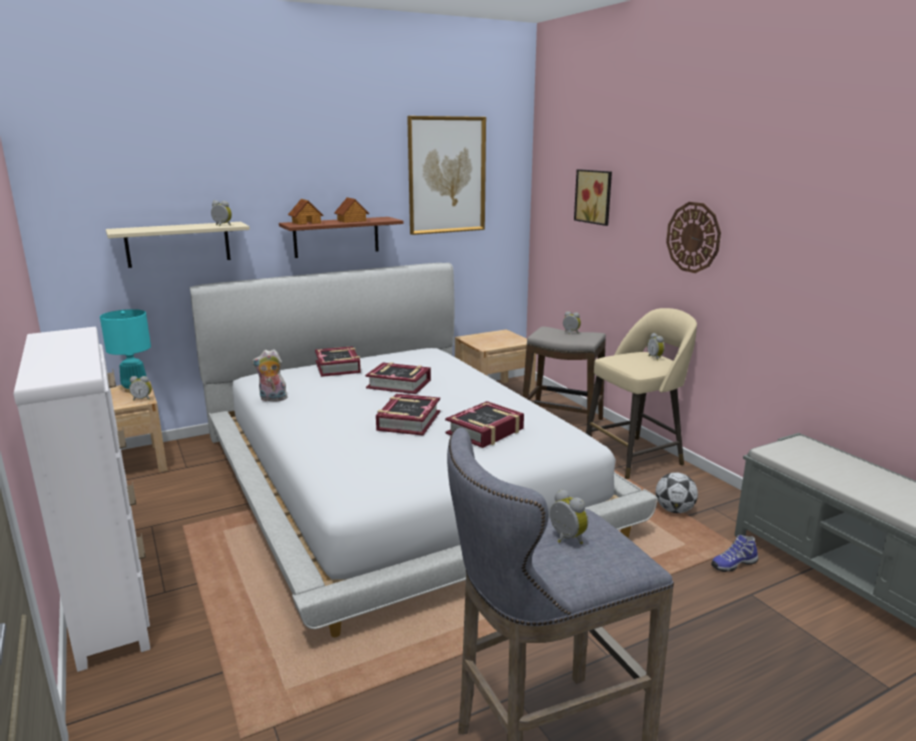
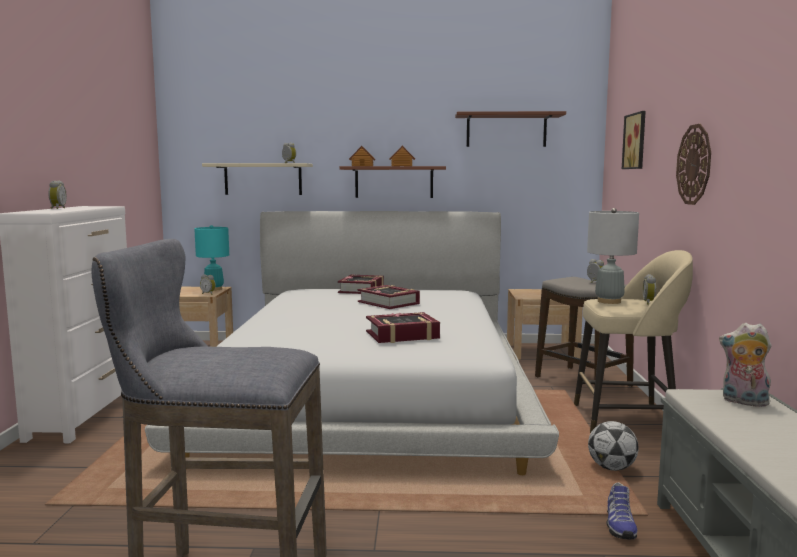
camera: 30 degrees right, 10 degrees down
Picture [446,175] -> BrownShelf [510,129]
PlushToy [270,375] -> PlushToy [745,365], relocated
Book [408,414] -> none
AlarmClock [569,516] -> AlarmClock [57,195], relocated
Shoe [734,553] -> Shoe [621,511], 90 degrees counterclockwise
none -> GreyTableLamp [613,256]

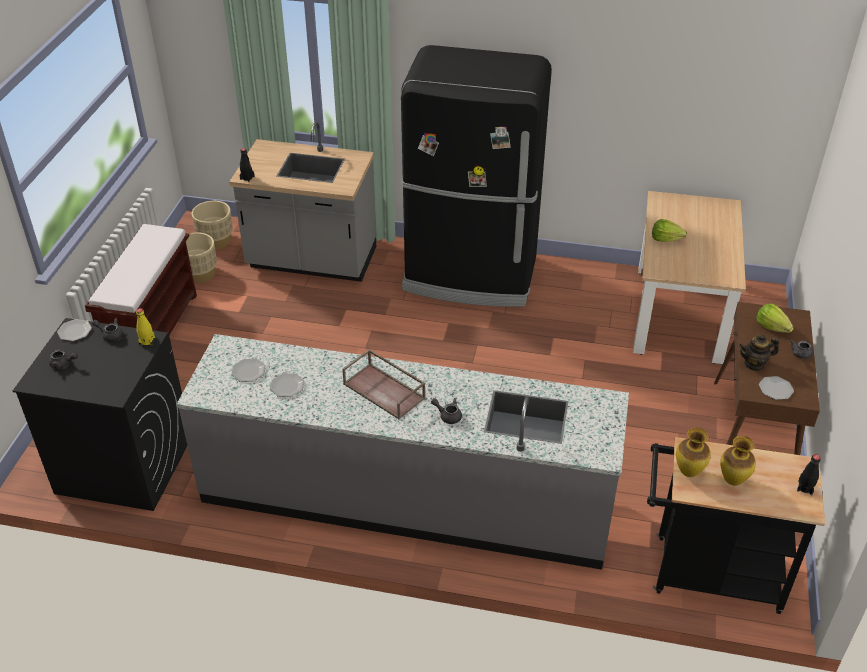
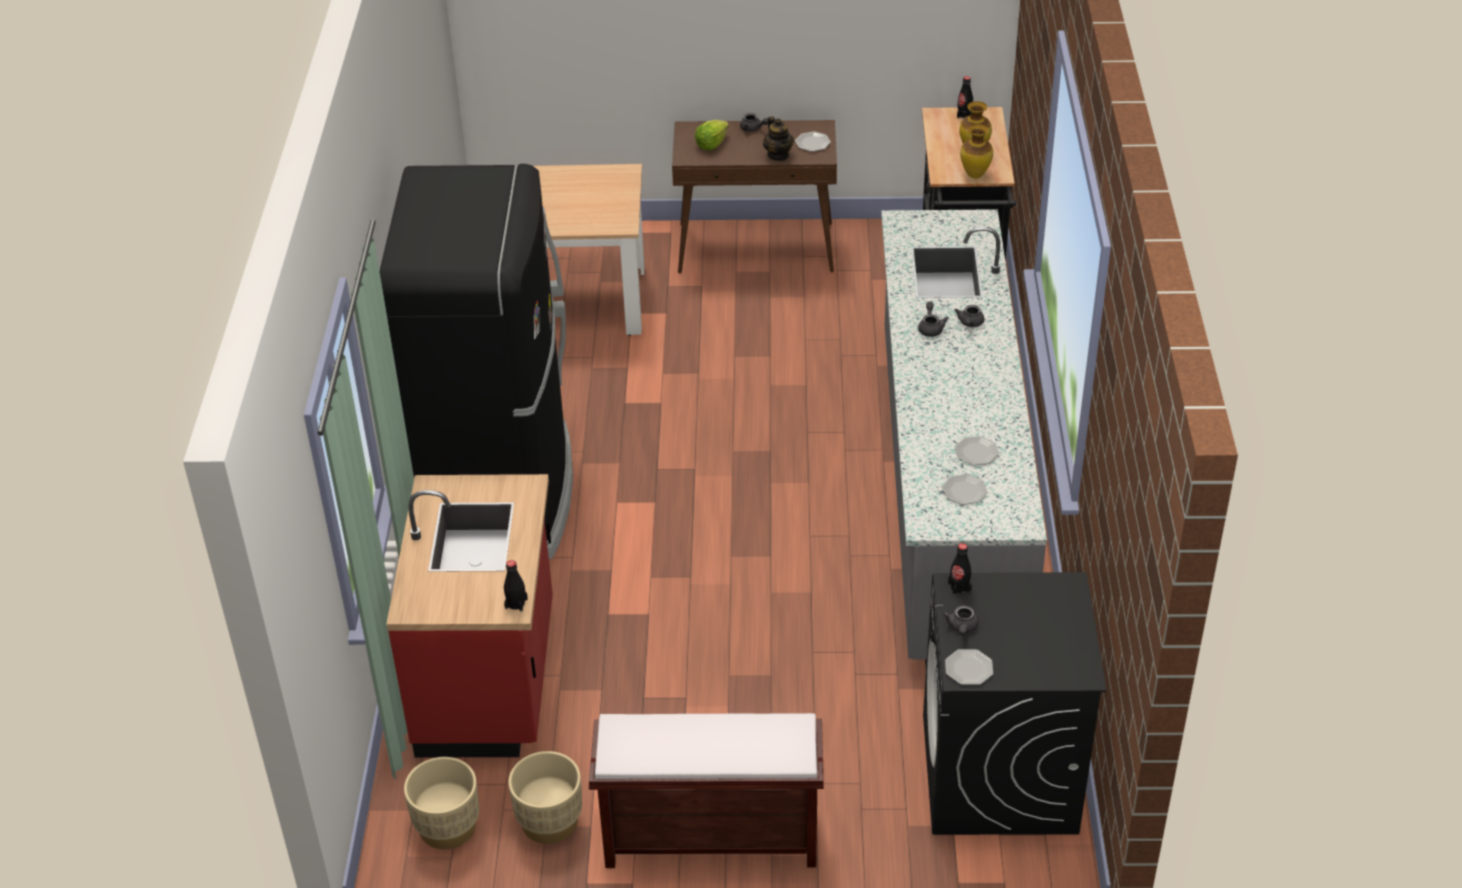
camera: 100 degrees left, 0 degrees up
GreyCounter [302,202] -> RedCounter [469,616]
Lettuce [669,230] -> none
YellowBottle [145,327] -> BlackBottle [959,569]
BrownTray [384,384] -> none
GreyTeapot [63,359] -> GreyTeapot [933,319], relocated

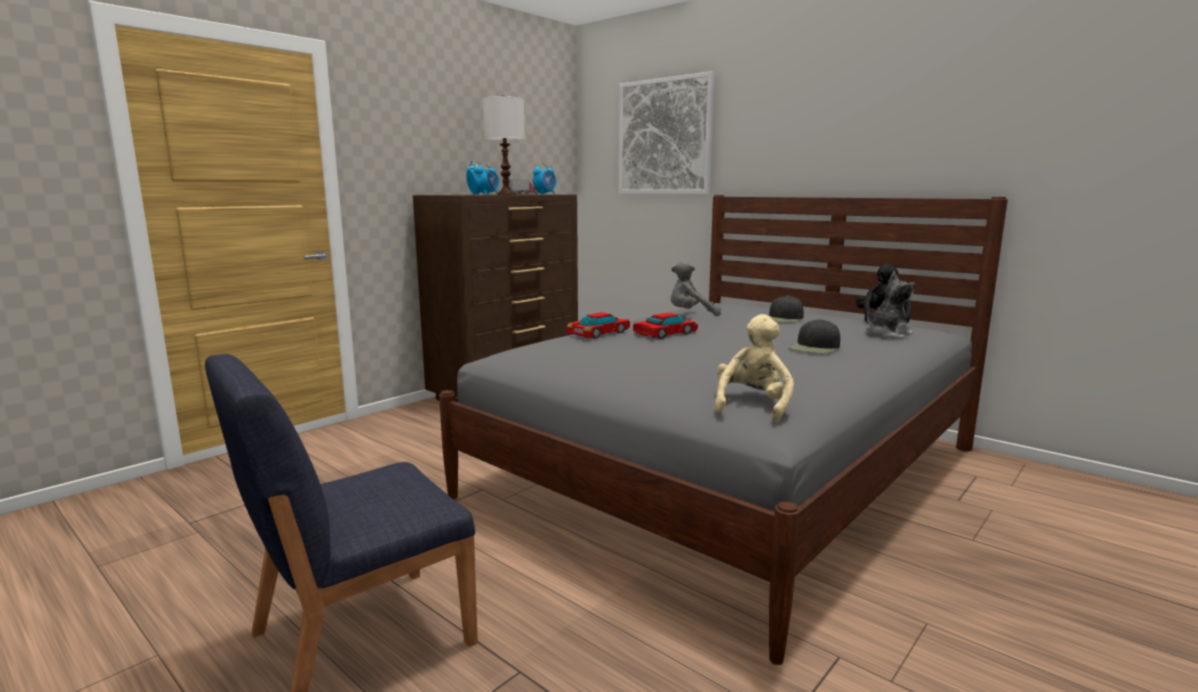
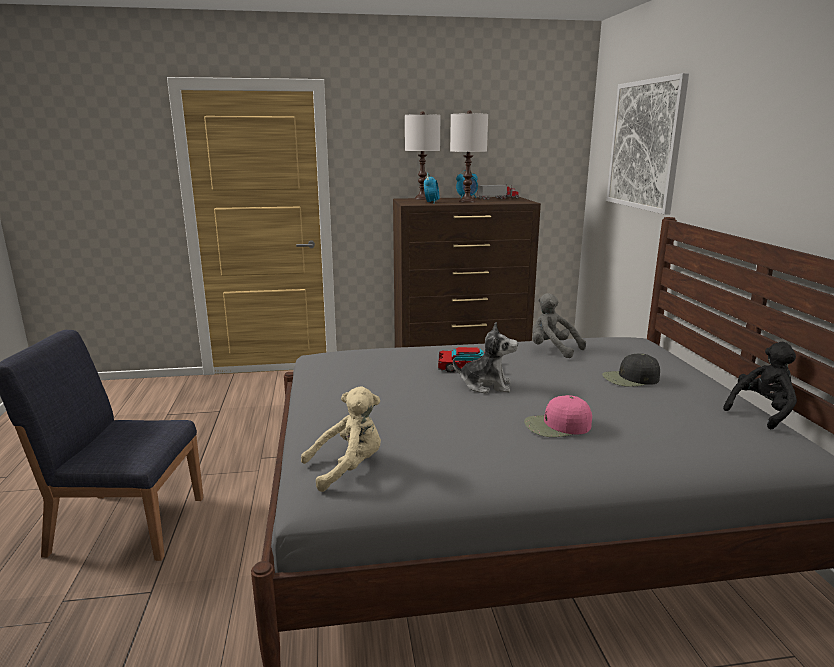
camera: 40 degrees right, 5 degrees up
AlarmClock [544,178] -> none
PlushToy [890,305] -> PlushToy [485,358], relocated
ToyCar [598,325] -> none
BlackCap [814,336] -> PinkCap [558,416]
none -> WhiteTableLamp [422,156]

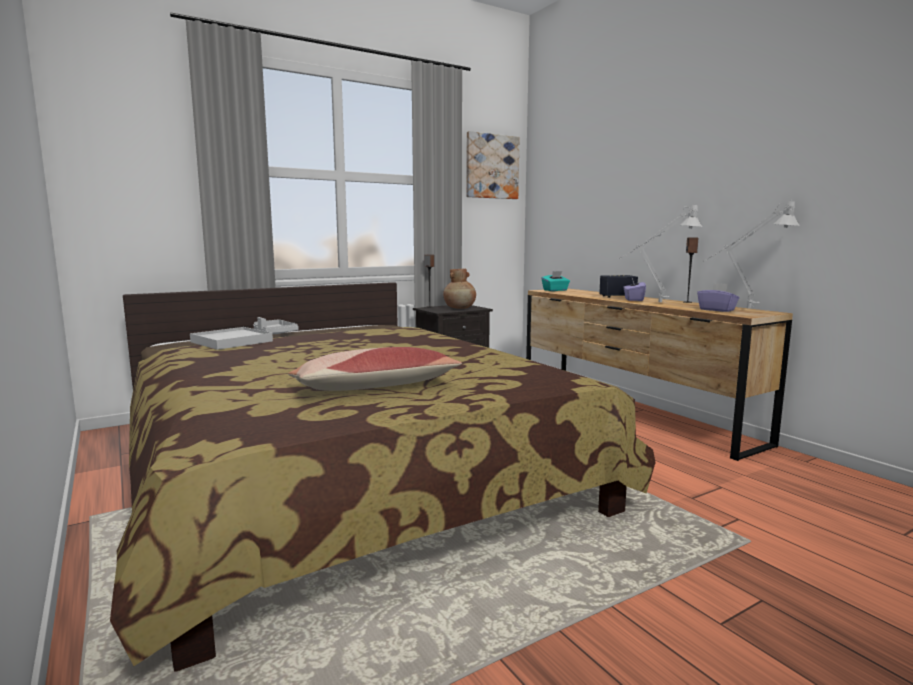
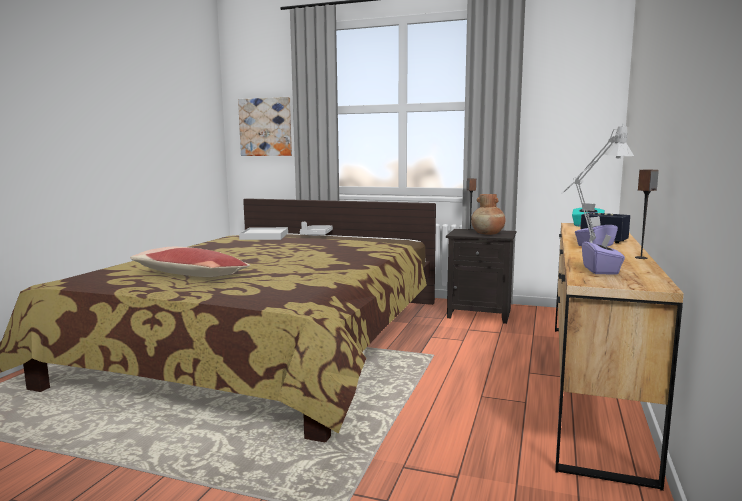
camera: 50 degrees right, 0 degrees up
Picture [493,165] -> Picture [265,126], relocated
GreyTableLamp [752,253] -> none

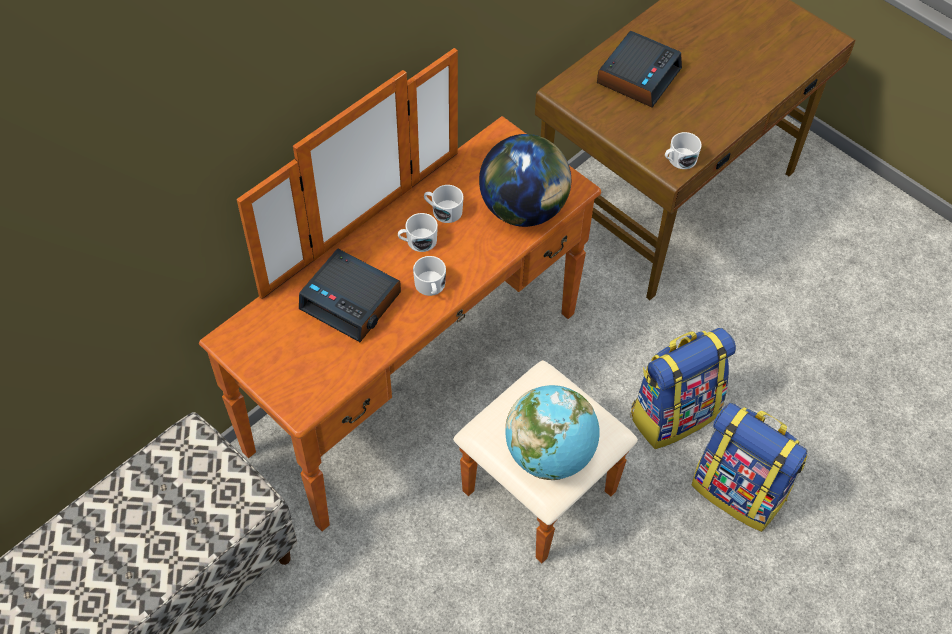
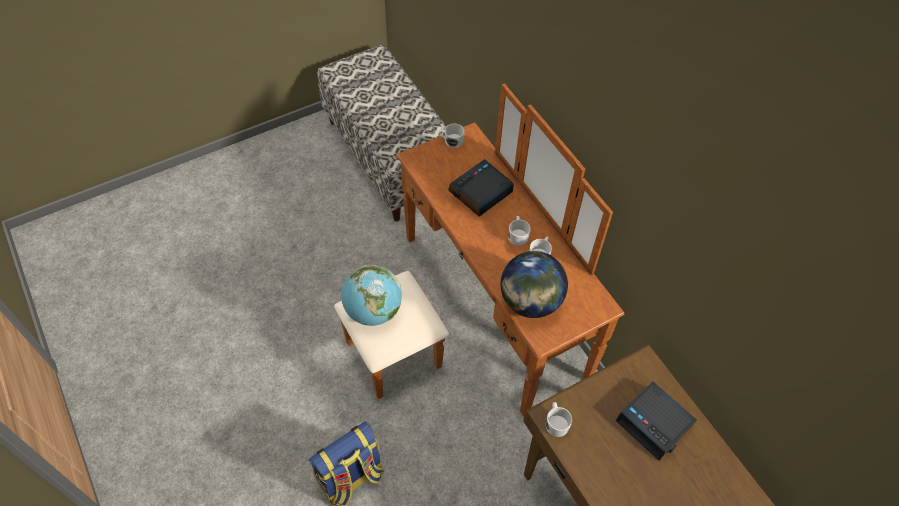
camera: 105 degrees right, 0 degrees up
WhiteMug [429,276] -> WhiteMug [452,136], relocated
Backpack [683,388] -> none

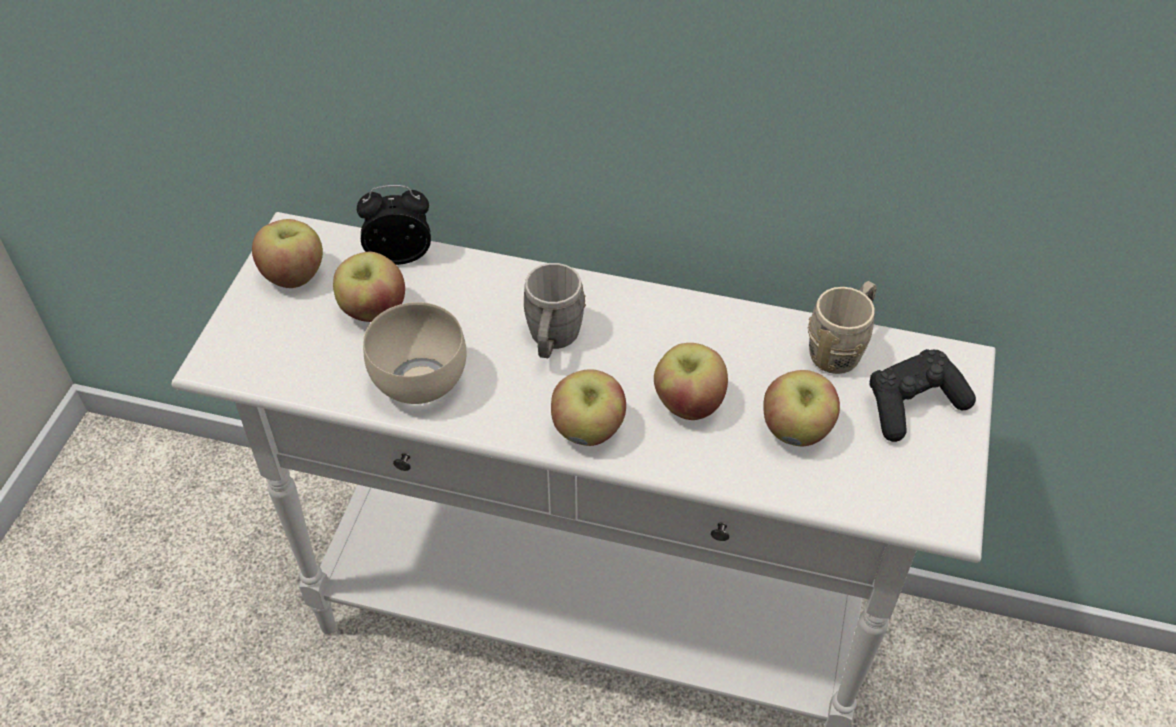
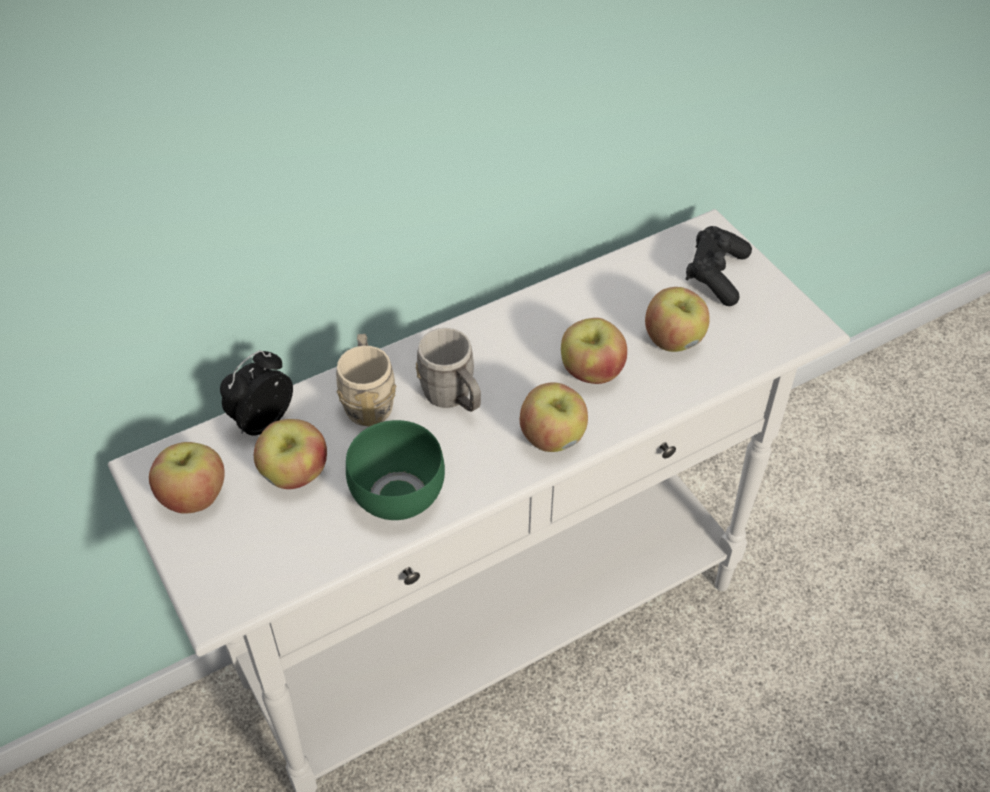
camera: 45 degrees left, 0 degrees up
BeigeMug [842,327] -> BeigeMug [366,380], relocated
BeigeBowl [414,353] -> GreenBowl [395,470]

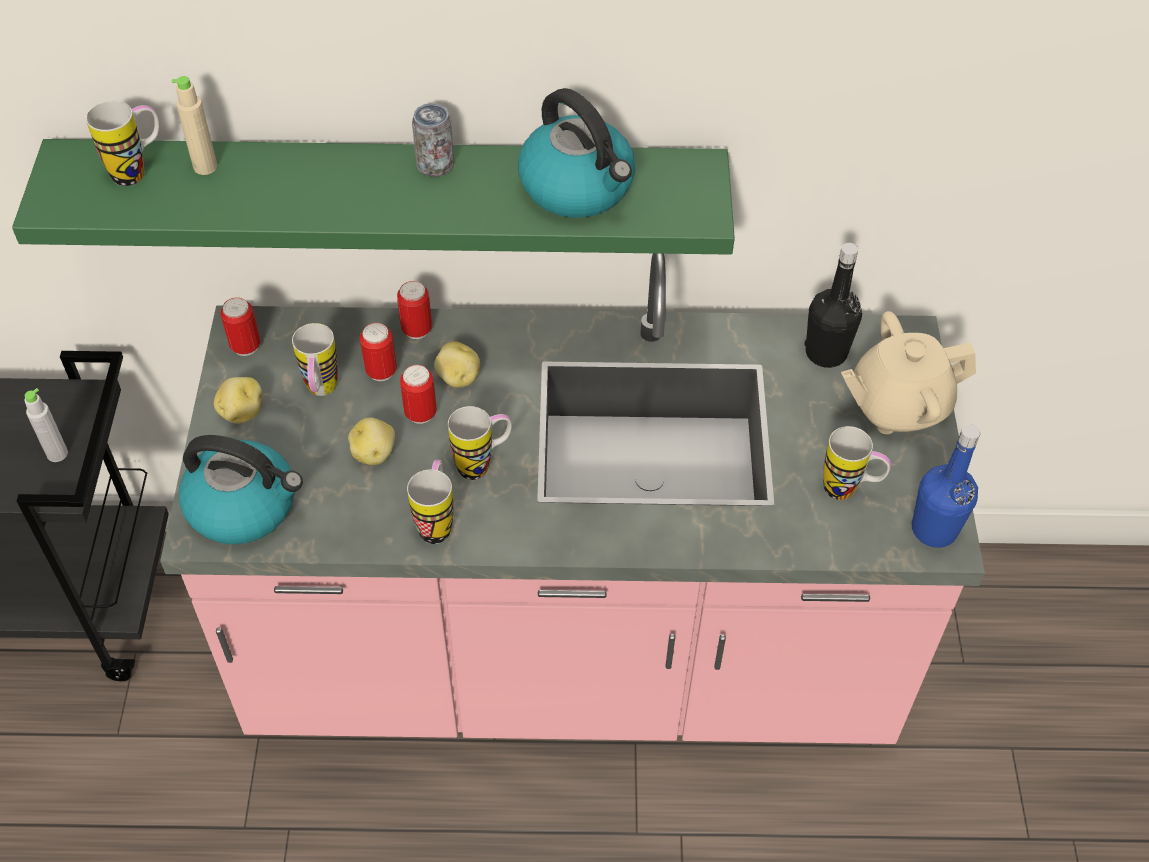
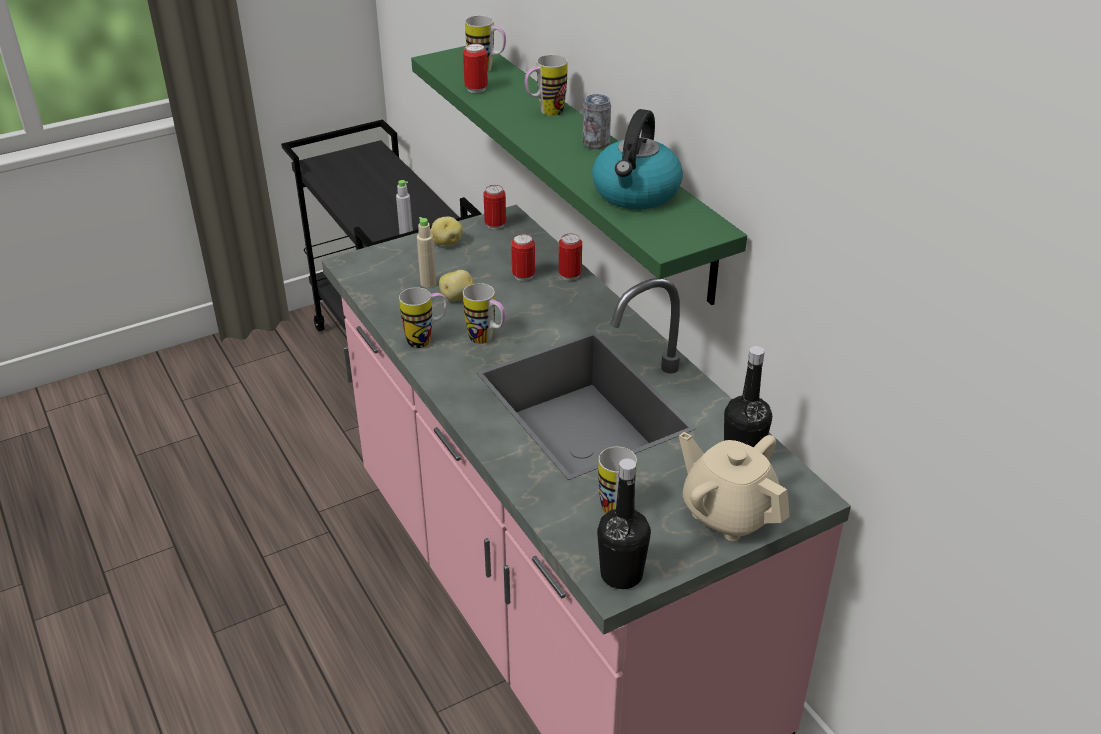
camera: 60 degrees right, 15 degrees down
BeigeBottle [194,125] -> BeigeBottle [426,252], relocated
Mug [315,359] -> Mug [546,85], relocated
Potato [457,364] -> none
Can [418,394] -> Can [475,68], relocated
BlueBottle [946,486] -> BlackBottle [624,524]
Kettle [241,490] -> none

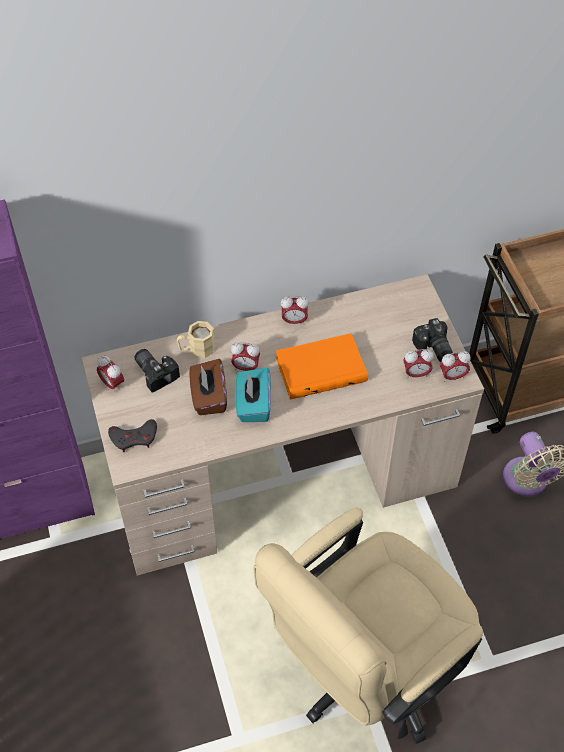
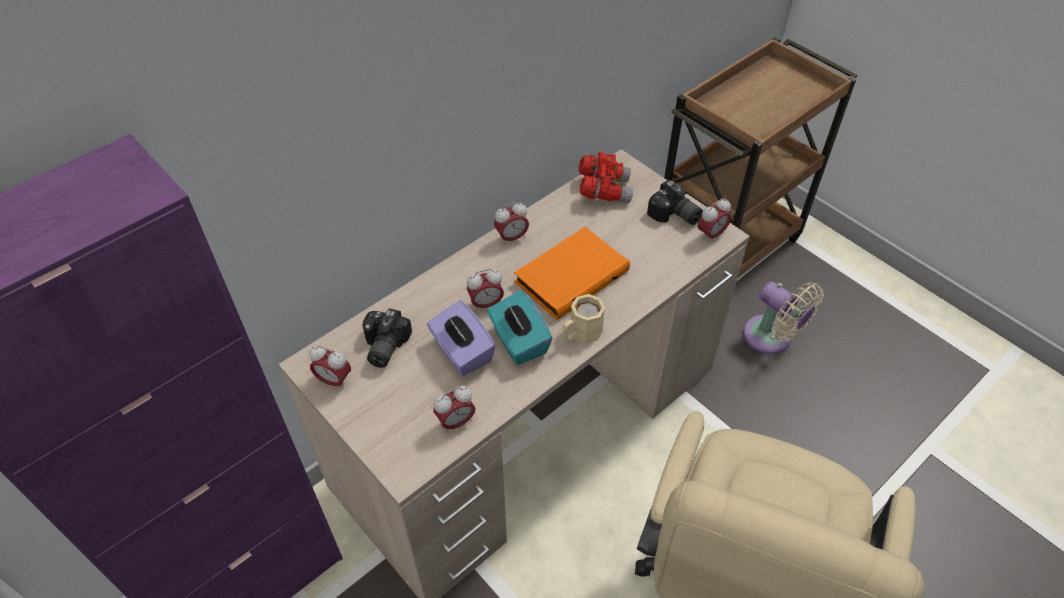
camera: 25 degrees left, 5 degrees down
BeigeMug [196,339] -> BeigeMug [583,318], relocated
PhotoCamera [157,371] -> PhotoCamera [387,338], 105 degrees counterclockwise
AlarmClock [418,364] -> AlarmClock [454,409], relocated
BrownTissueBox [208,387] -> PurpleTissueBox [461,338]
GreyGameController [132,435] -> none
none -> RedBinoculars [606,177]

